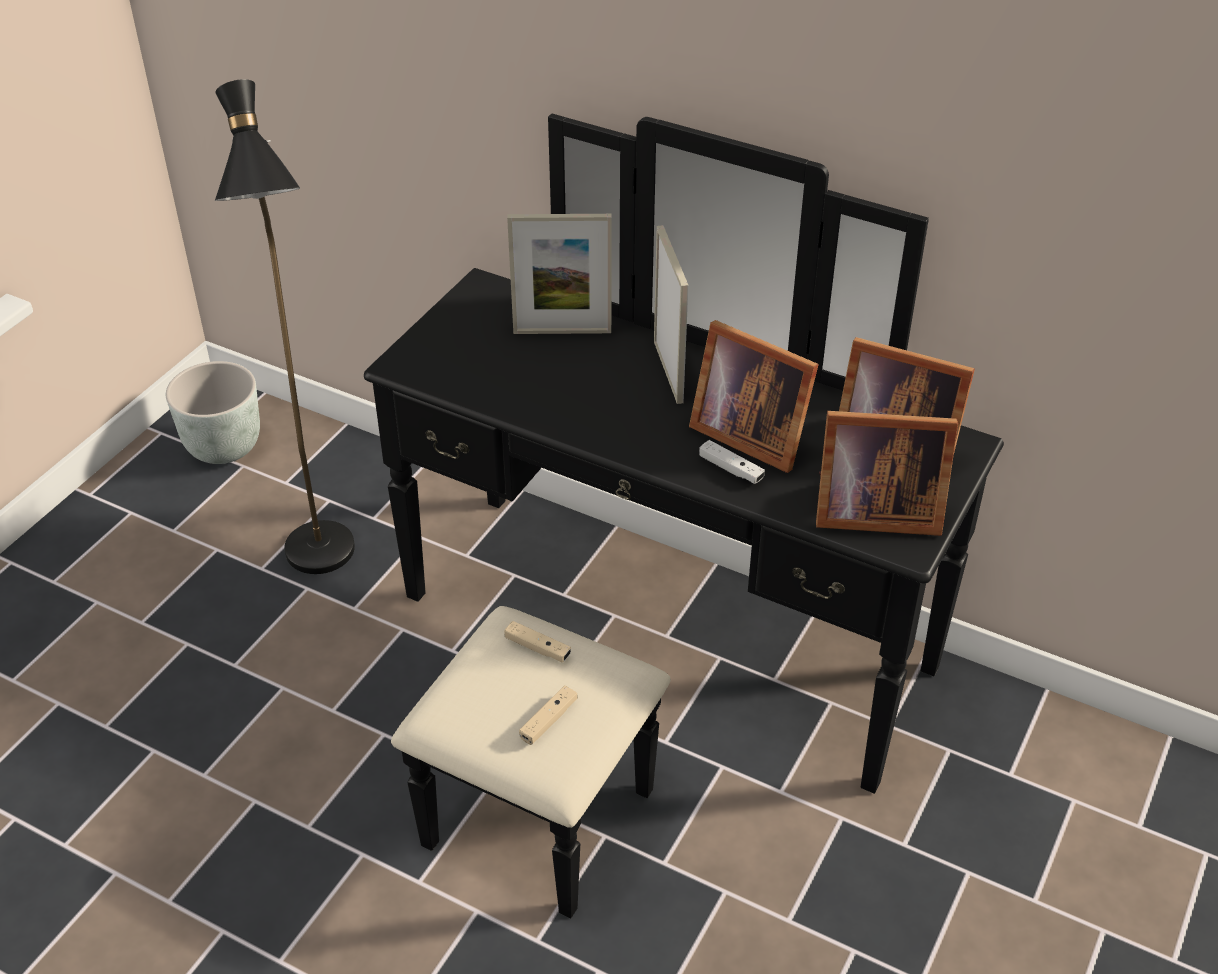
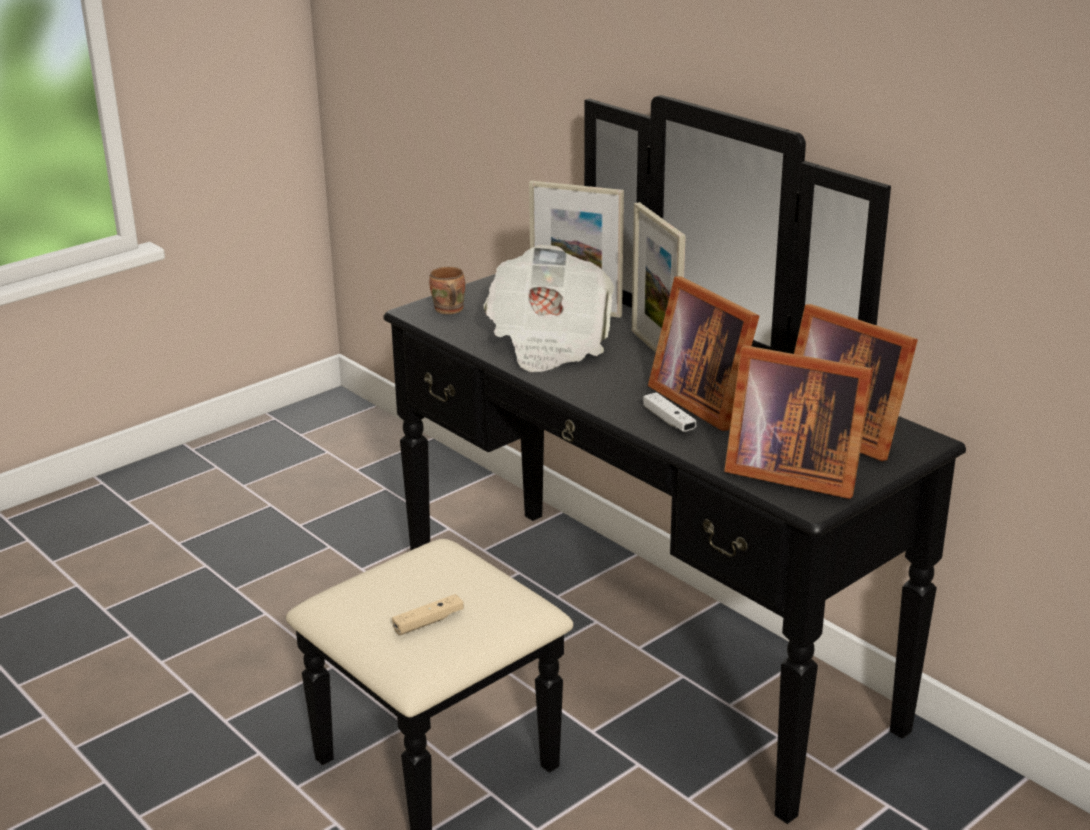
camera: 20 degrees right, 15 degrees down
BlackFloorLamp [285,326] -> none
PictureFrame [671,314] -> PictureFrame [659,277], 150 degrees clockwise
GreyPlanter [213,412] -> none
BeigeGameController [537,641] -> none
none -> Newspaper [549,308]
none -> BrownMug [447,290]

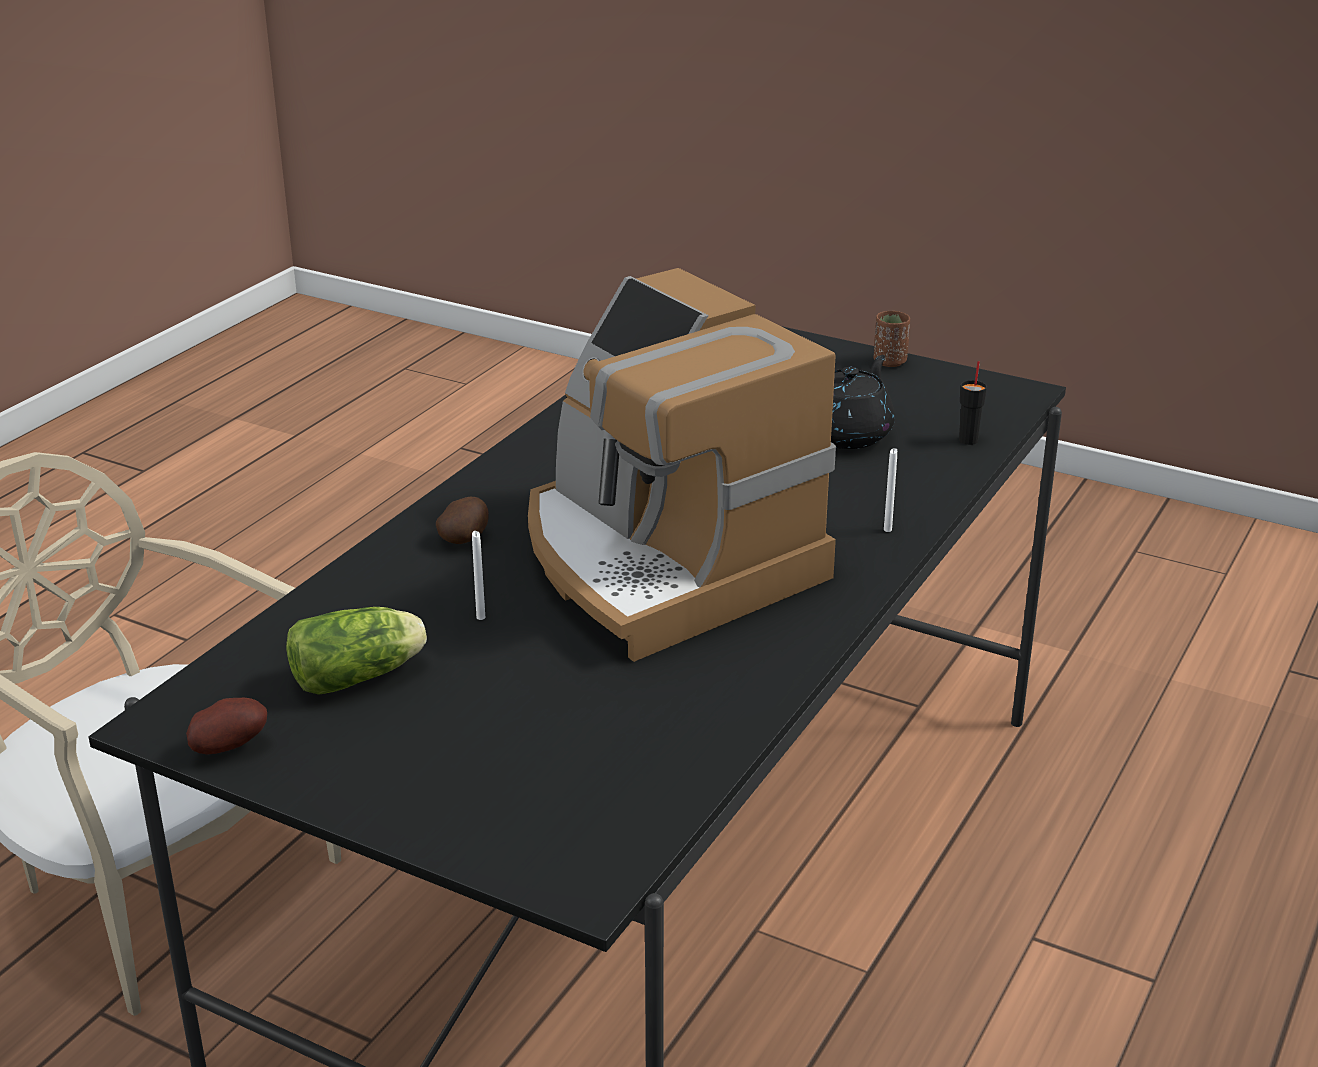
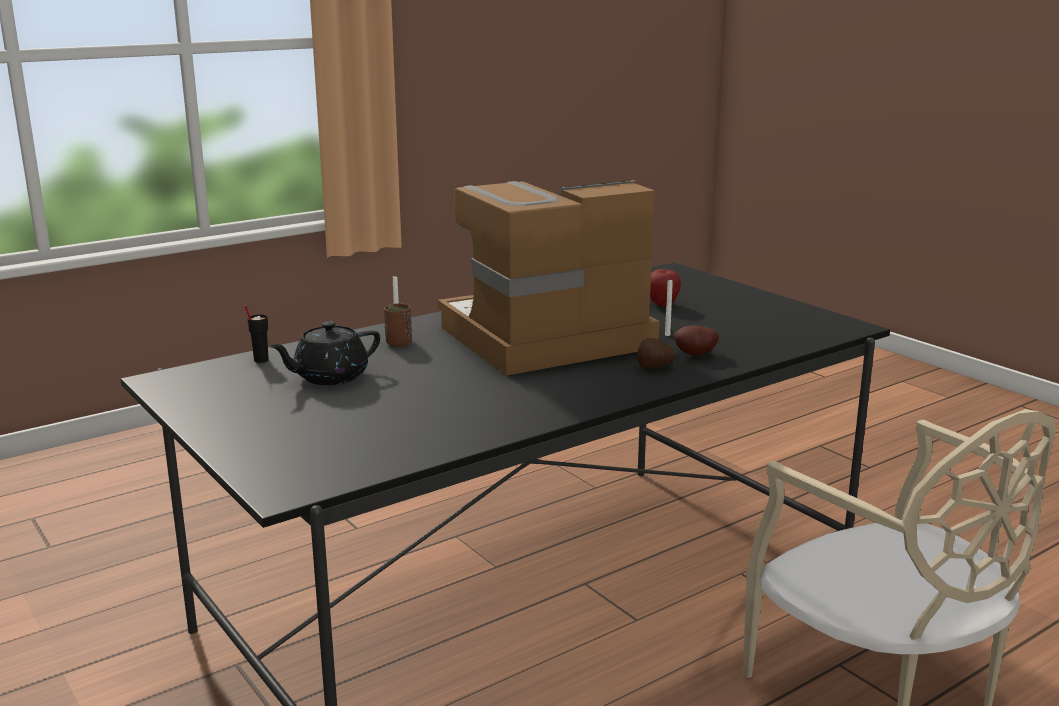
camera: 155 degrees left, 10 degrees down
CoffeeMachine [682,465] -> CoffeeMachine [549,278], 105 degrees counterclockwise
BrownCup [891,339] -> BrownCup [398,325], relocated
Lettuce [356,651] -> none
Potato [226,726] -> Potato [696,341], relocated
none -> Apple [665,287]

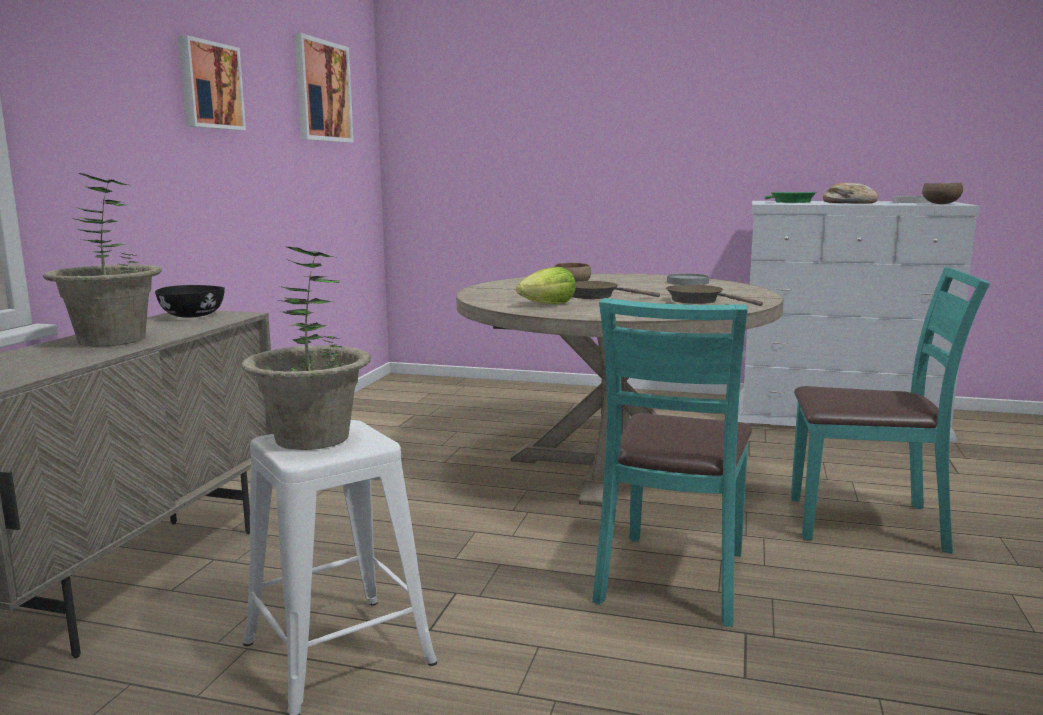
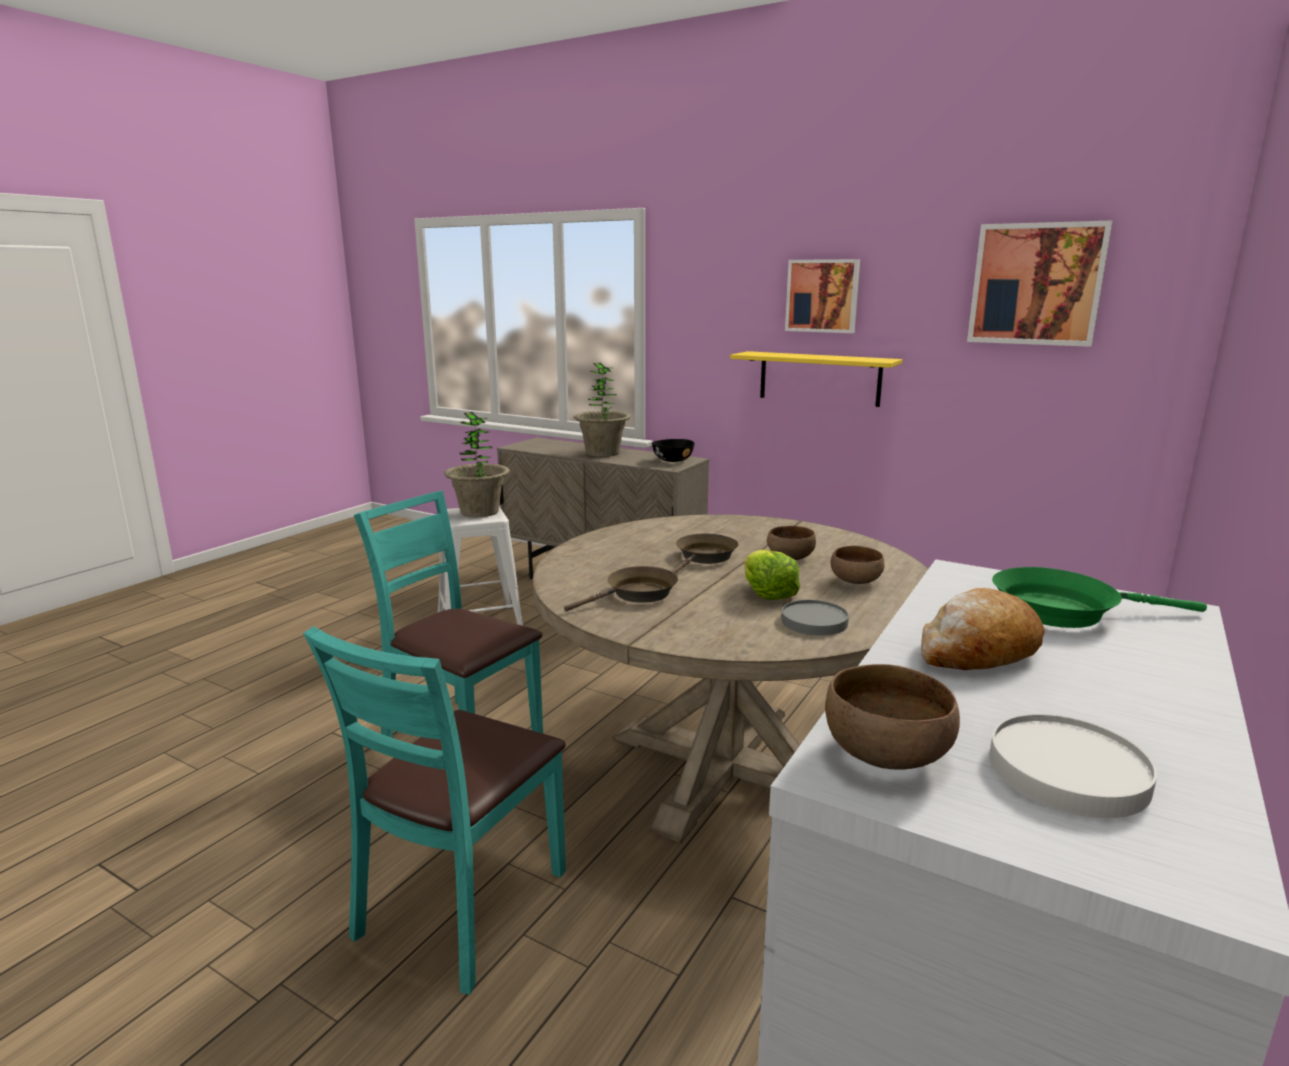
camera: 105 degrees right, 5 degrees up
Lettuce [546,285] -> Lettuce [772,575], relocated
none -> YellowShelf [816,379]
none -> BrownBowl [857,565]

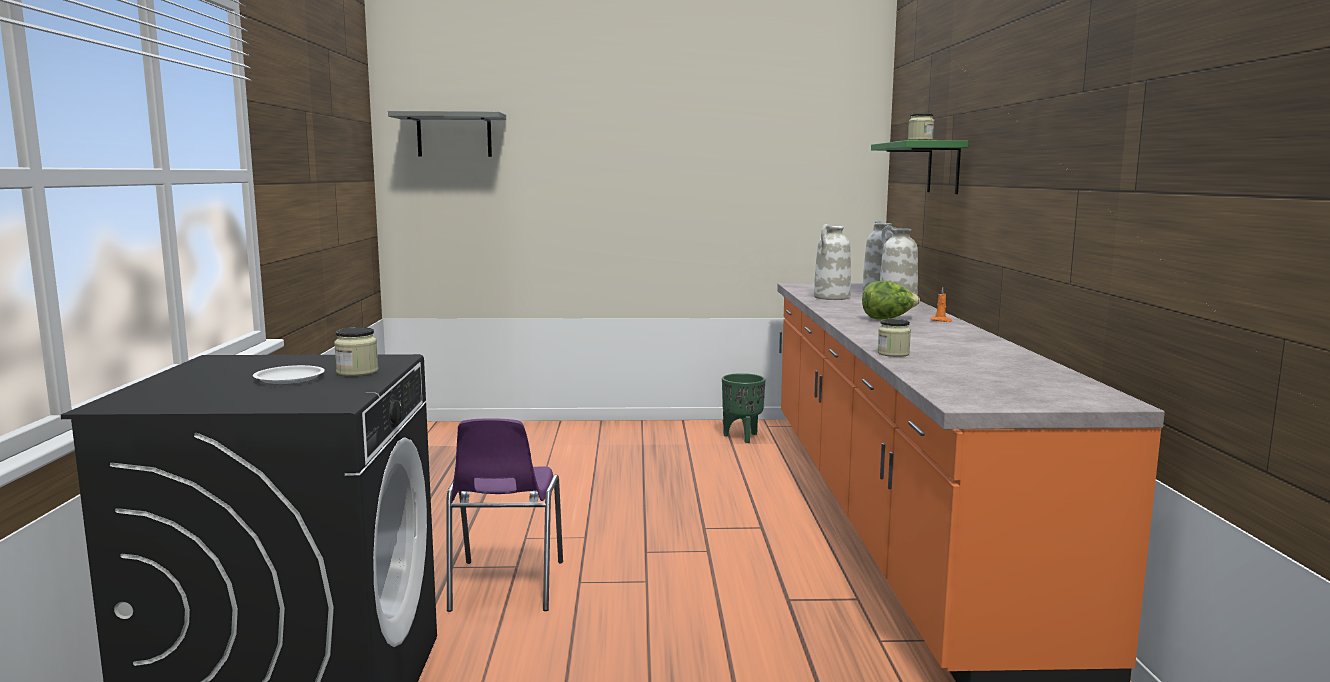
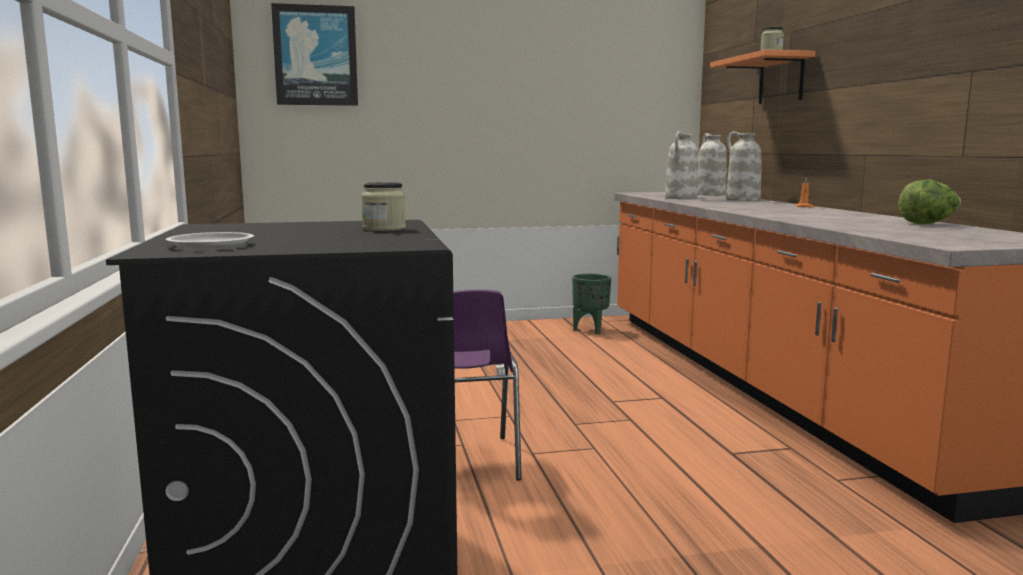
camera: 10 degrees left, 0 degrees up
GreyShelf [447,134] -> Picture [314,54]
GreenShelf [919,167] -> OrangeShelf [762,76]
Lettuce [891,300] -> Lettuce [929,201], relocated
Jar [894,338] -> none
WhitePlate [289,374] -> WhitePlate [210,240], relocated

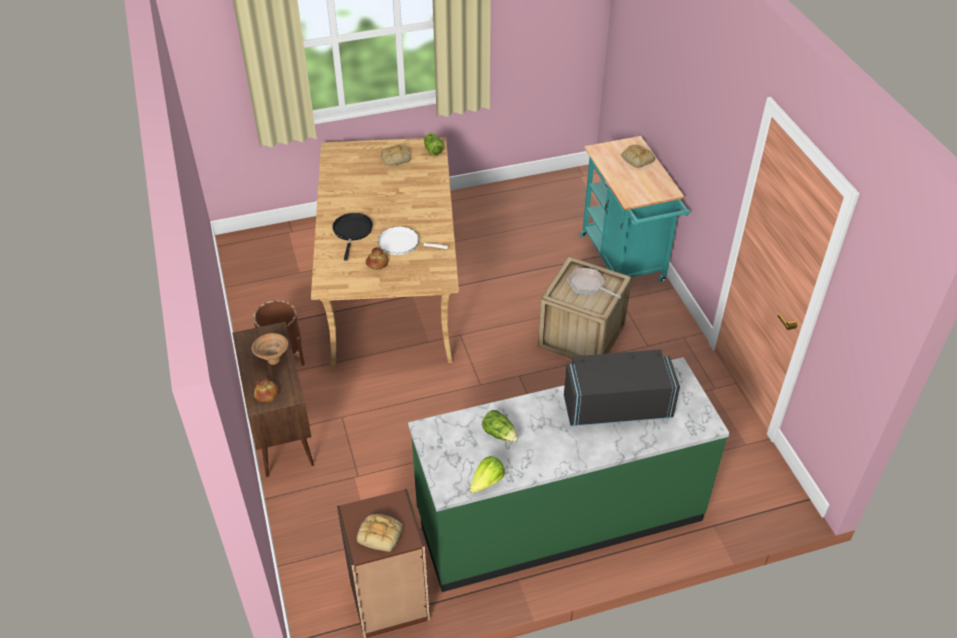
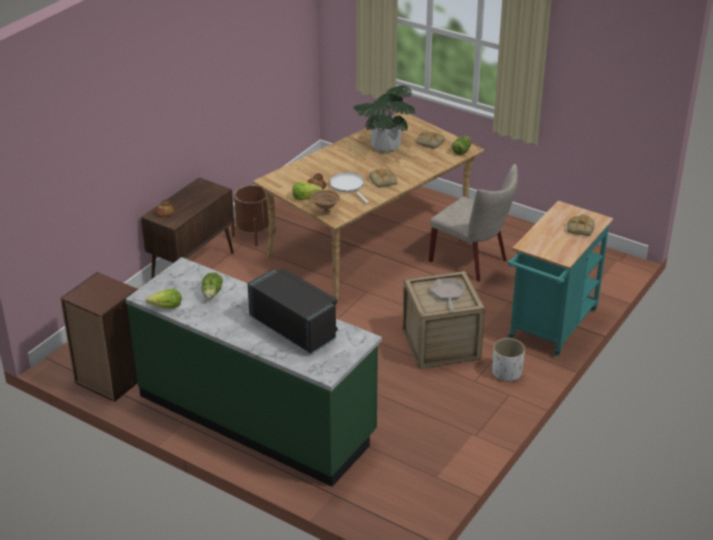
camera: 50 degrees right, 10 degrees down
BlackFryingPan [352,237] -> none
BrownBowl [270,349] -> BrownBowl [325,202], relocated
Bread [380,533] -> Bread [383,178], relocated
none -> PottedPlant [384,119]
none -> BeigeChair [473,223]
none -> Lettuce [307,191]
none -> WhitePlanter [508,359]

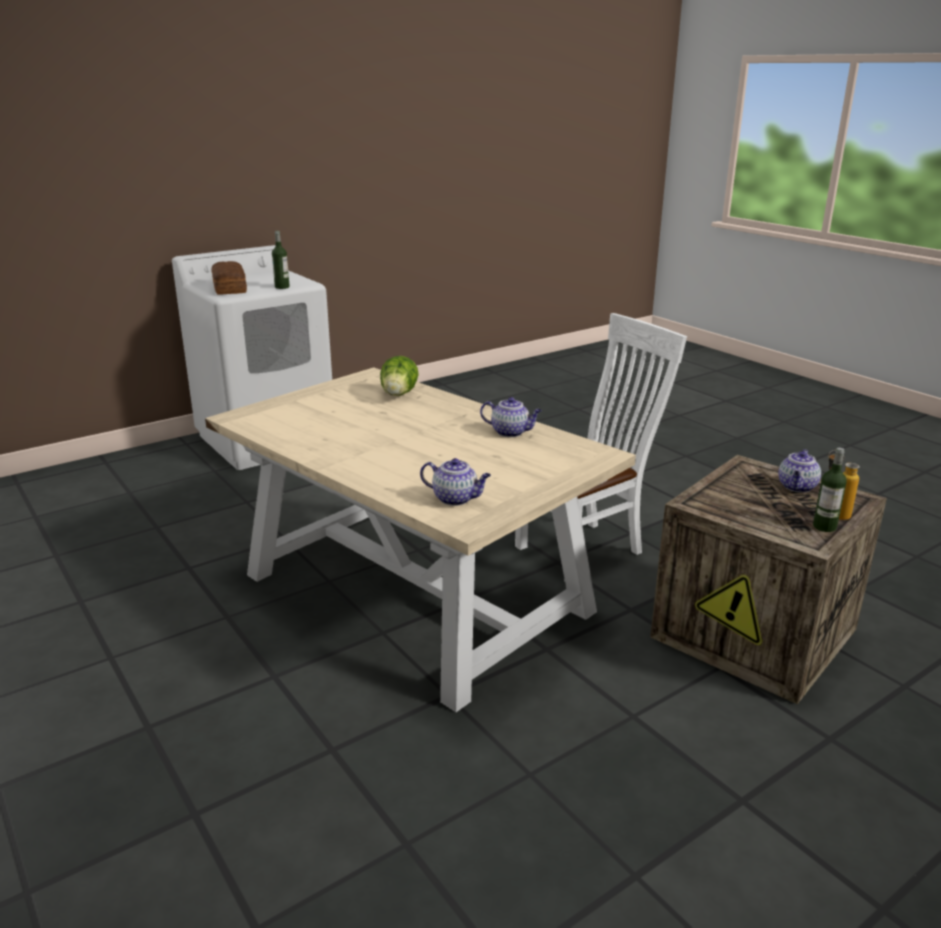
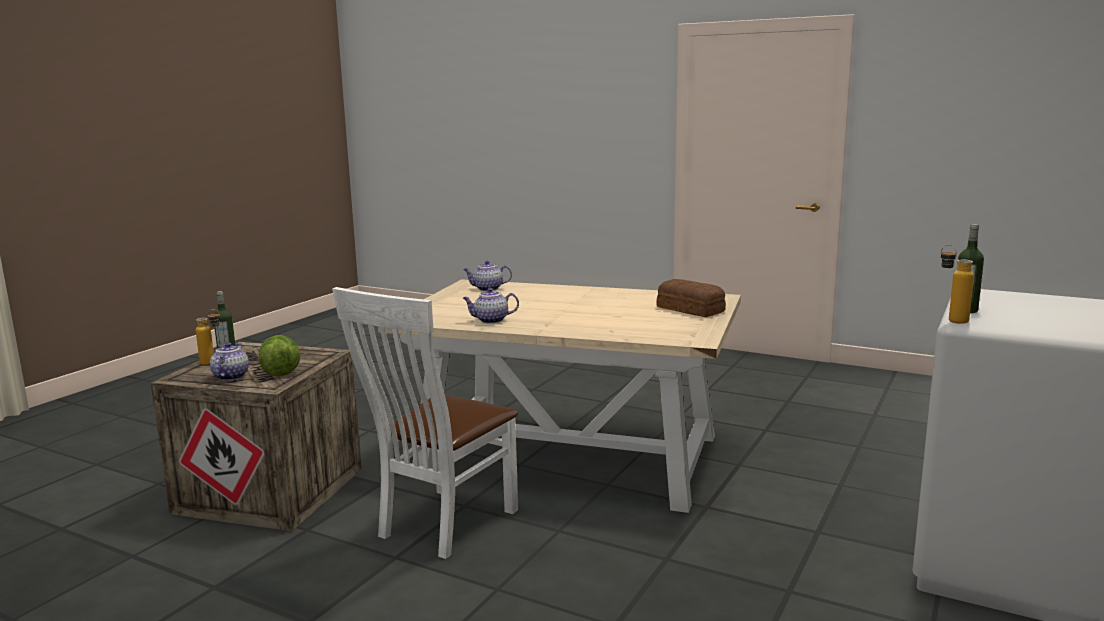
camera: 155 degrees right, 10 degrees down
Bread [229,278] -> Bread [691,298], relocated
Lettuce [399,376] -> Lettuce [279,355], relocated
none -> Bottle [957,284]

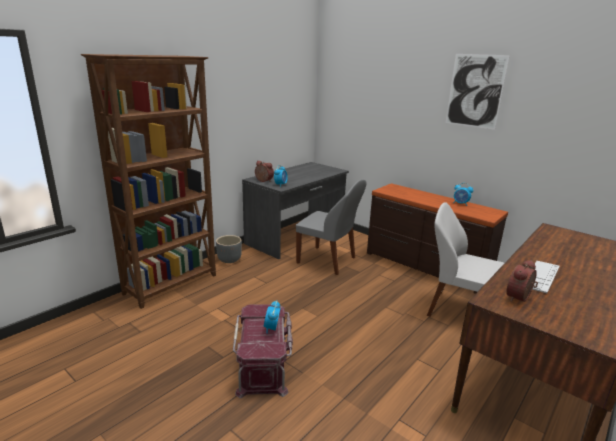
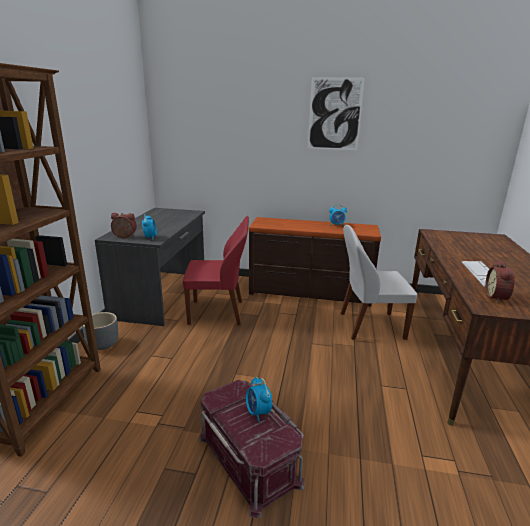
camera: 30 degrees left, 0 degrees up
GreyChair [331,227] -> RedChair [216,270]

